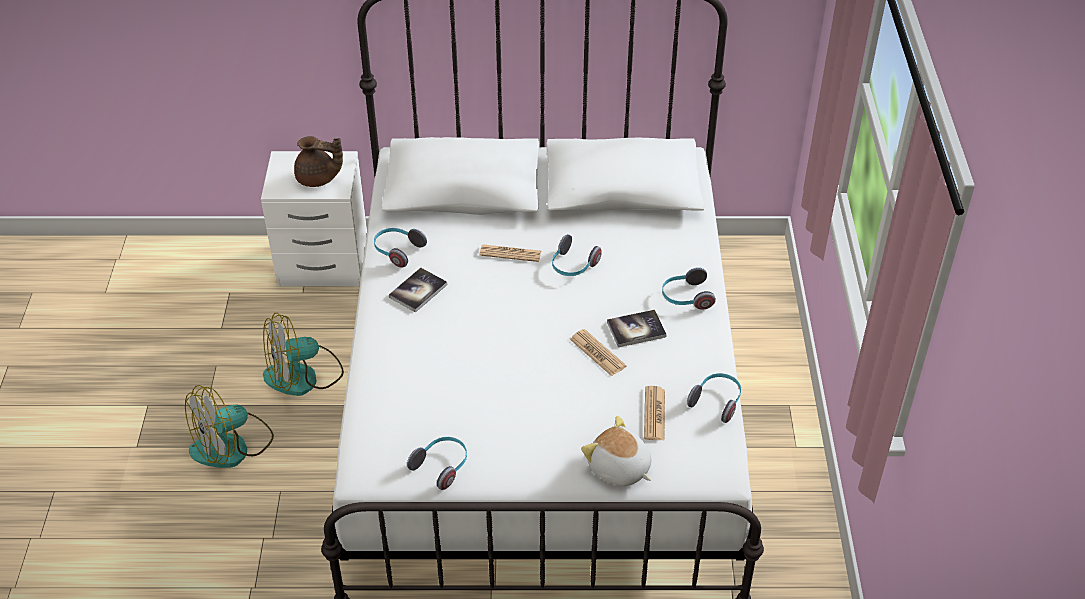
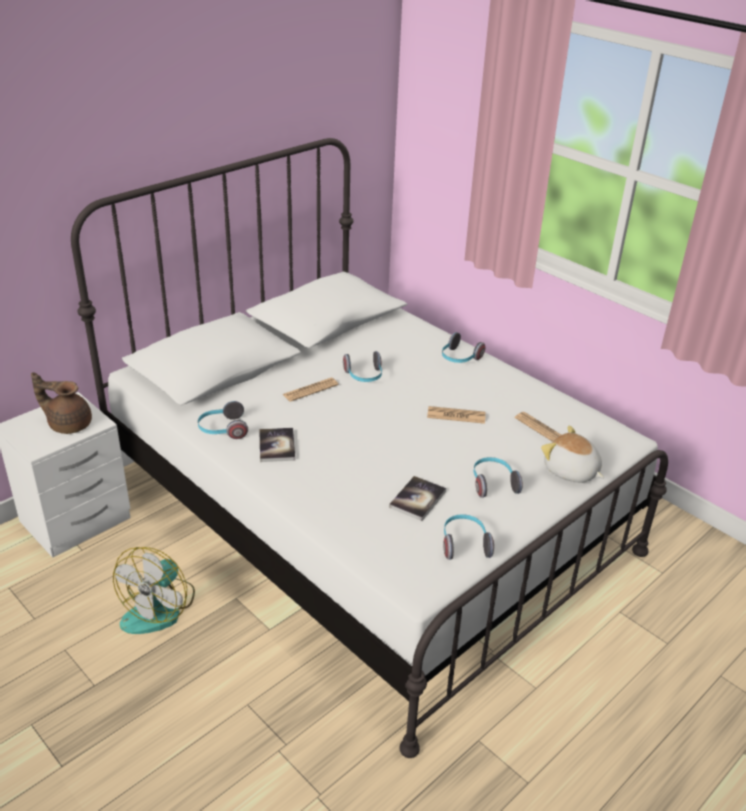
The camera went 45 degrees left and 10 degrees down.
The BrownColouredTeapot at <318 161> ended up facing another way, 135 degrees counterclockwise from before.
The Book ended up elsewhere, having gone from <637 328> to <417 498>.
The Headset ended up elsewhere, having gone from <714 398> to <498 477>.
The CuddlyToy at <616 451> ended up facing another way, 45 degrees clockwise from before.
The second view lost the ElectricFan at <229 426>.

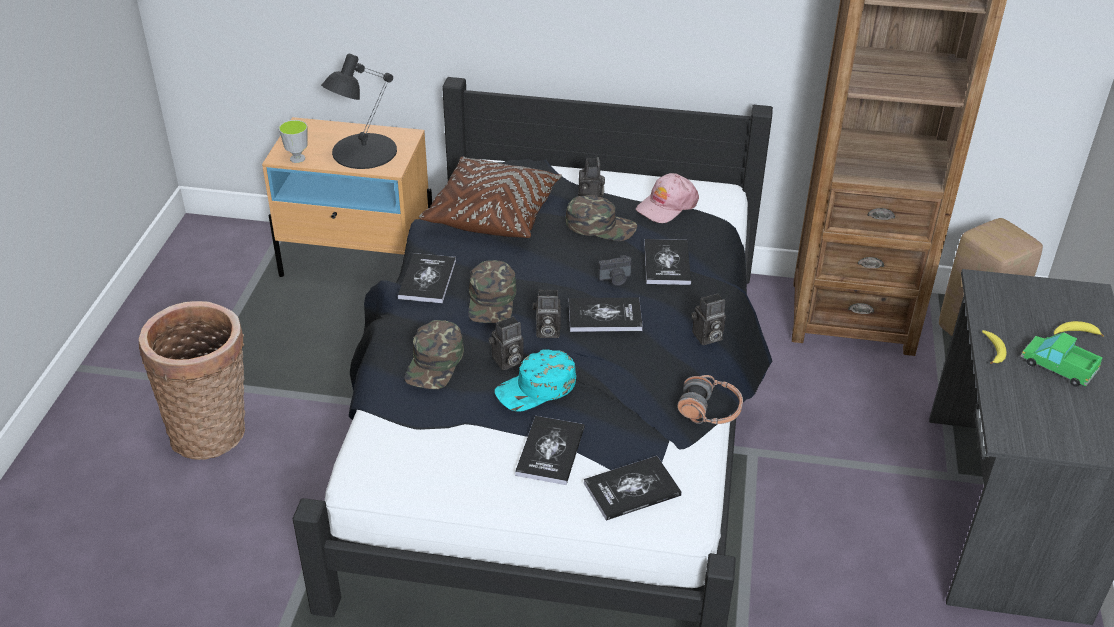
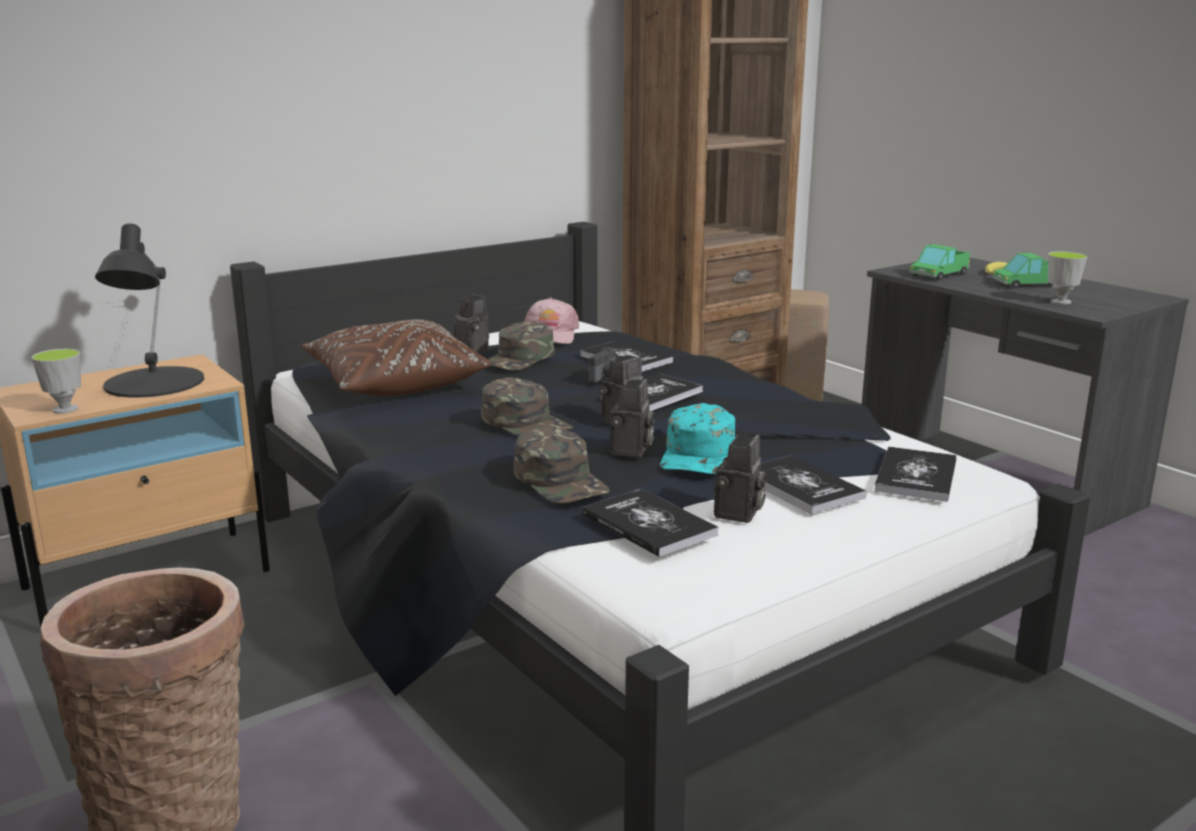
The camera went 45 degrees left and 20 degrees down.
The GreenishPeakedCap at <601 218> ended up facing another way, 150 degrees clockwise from before.
The Book ended up elsewhere, having gone from <427 278> to <650 523>.
The PhotoCamera ended up elsewhere, having gone from <708 319> to <740 479>.
The second view gained the ToyTruck at <939 262>.
The second view gained the SmallCup at <1067 278>.
The second view lost the Headset at <710 400>.
The second view lost the WholeBanana at <994 347>.

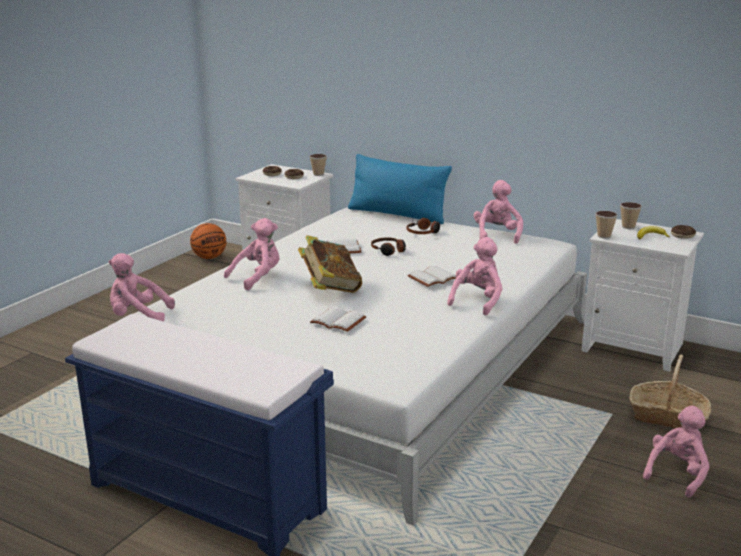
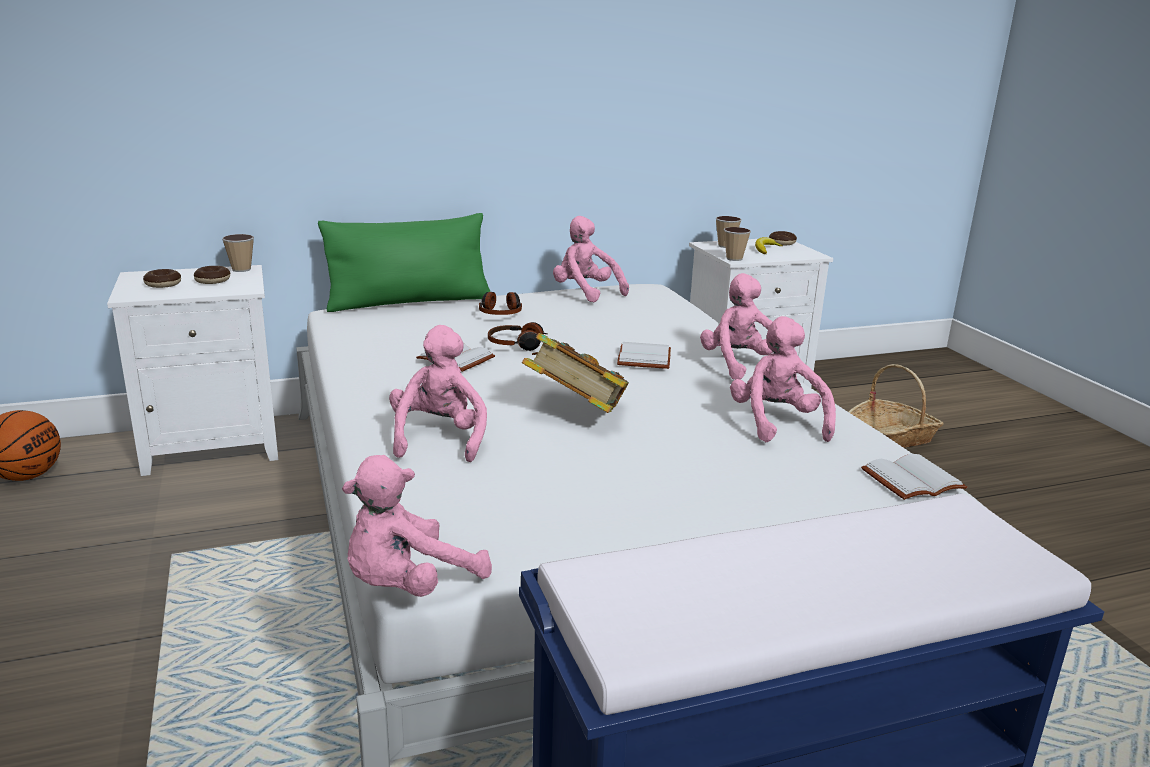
The camera went 50 degrees left and 0 degrees up.
What was the BluishCushion at <400 189> turned into the GreenishCushion at <404 262>.
The PinkCuddlyToy ended up elsewhere, having gone from <676 451> to <783 379>.
The WhitishBook ended up elsewhere, having gone from <338 319> to <914 477>.

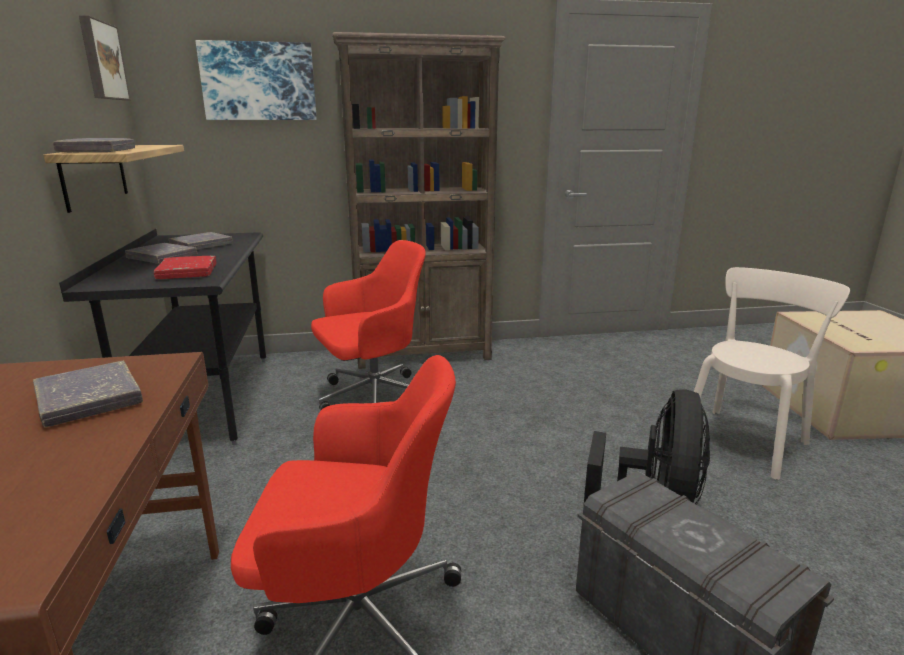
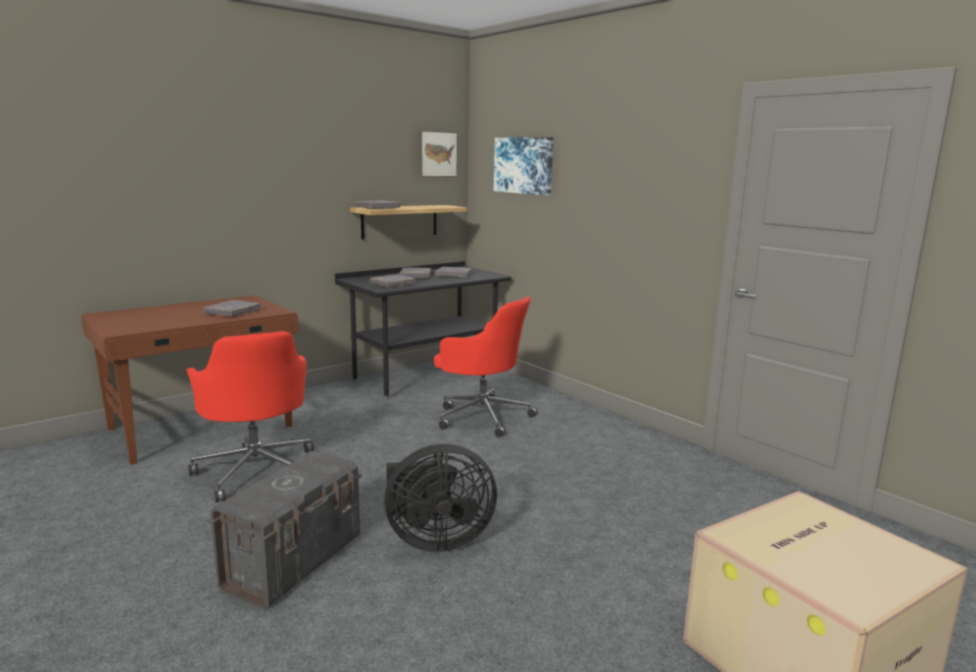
The camera went 60 degrees right and 5 degrees down.
What was the RedColouredBook at <185 267> turned into the GreyishBook at <392 280>.
The second view lost the BrownColouredShelvingUnit at <418 200>.
The second view lost the BeigeColouredChair at <772 373>.

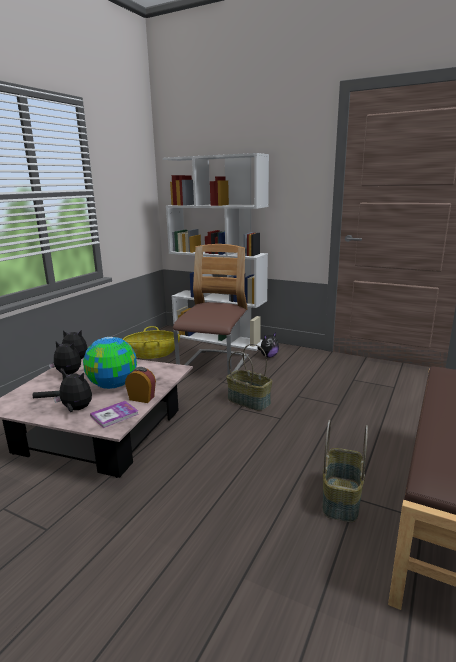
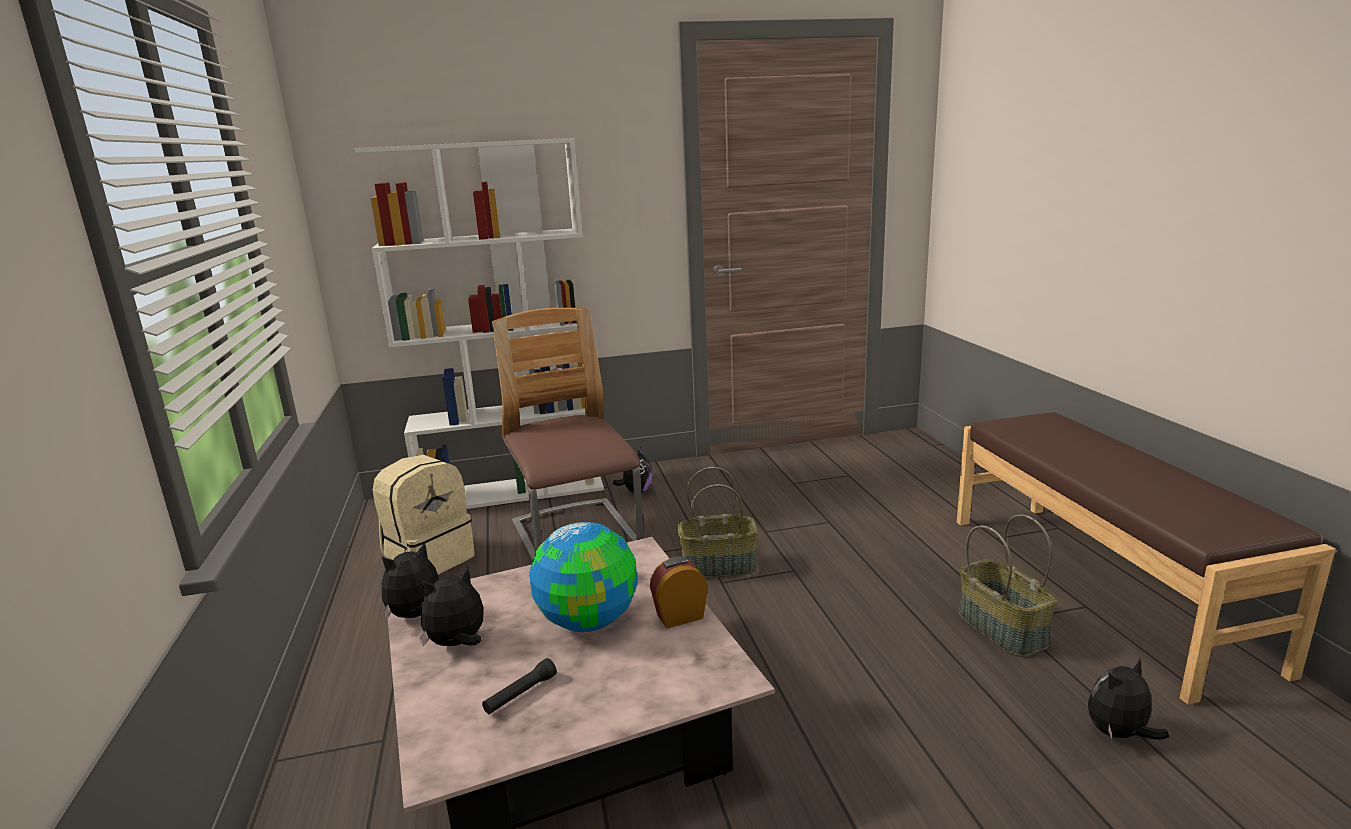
The camera went 40 degrees left and 0 degrees up.
Where the HouseholdBasket stood at <151 342>, the BeigeColouredBackpack came to stand at <424 515>.
The CuddlyToy ended up elsewhere, having gone from <73 391> to <1128 699>.
The second view lost the Book at <114 414>.

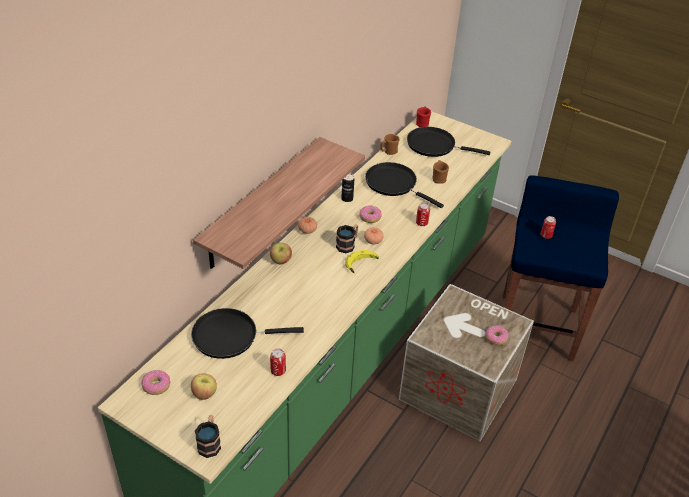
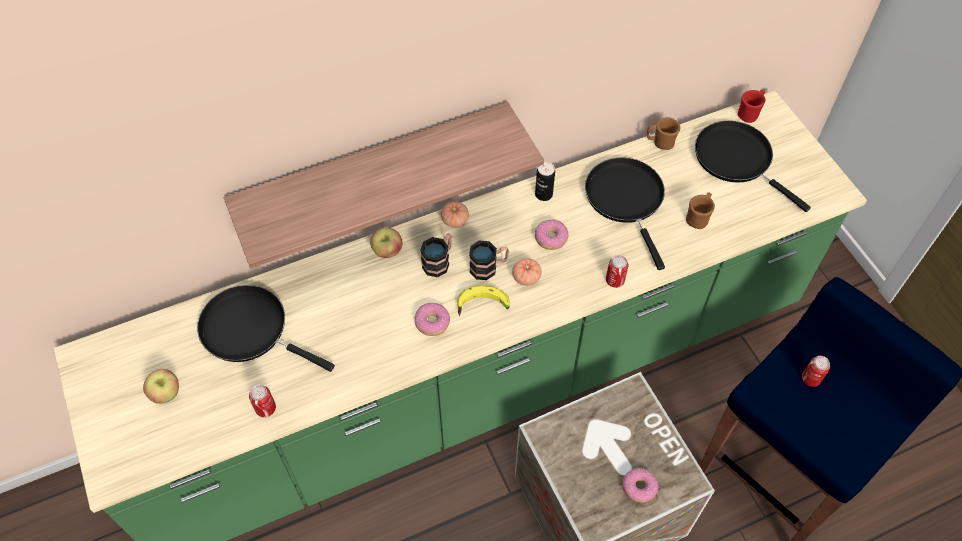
The camera went 35 degrees right and 15 degrees up.
The Doughnut ended up elsewhere, having gone from <155 382> to <432 319>.
The CoffeeMug ended up elsewhere, having gone from <208 436> to <436 255>.

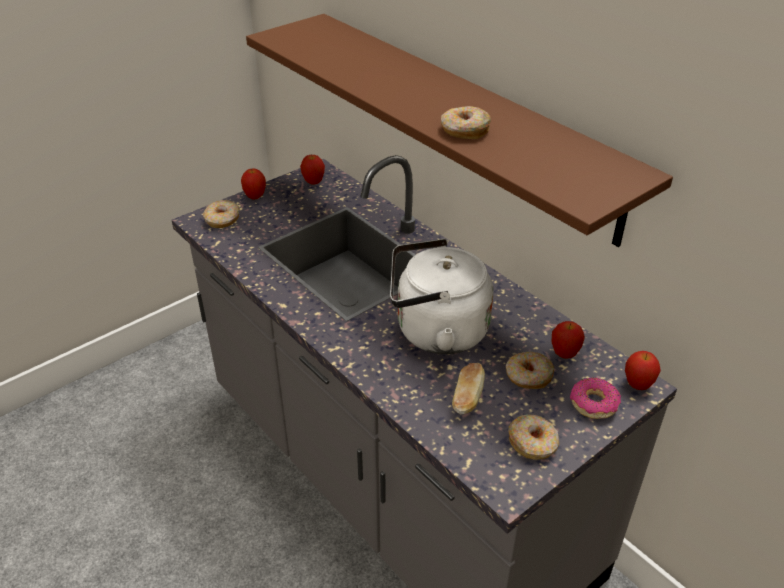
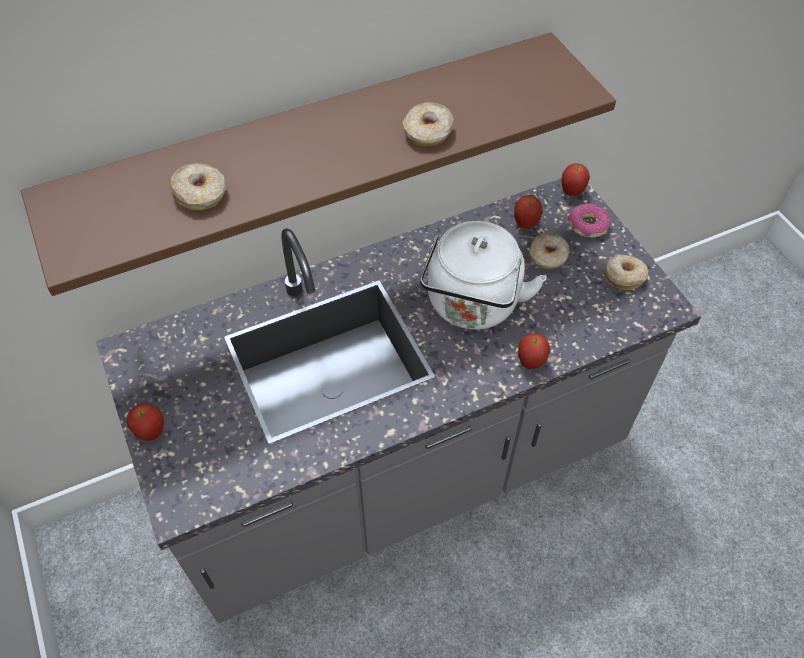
The camera went 75 degrees left and 15 degrees up.
The Doughnut ended up elsewhere, having gone from <221 214> to <197 186>.
The WholeApple ended up elsewhere, having gone from <312 170> to <534 351>.
The second view lost the BakedBread at <468 388>.

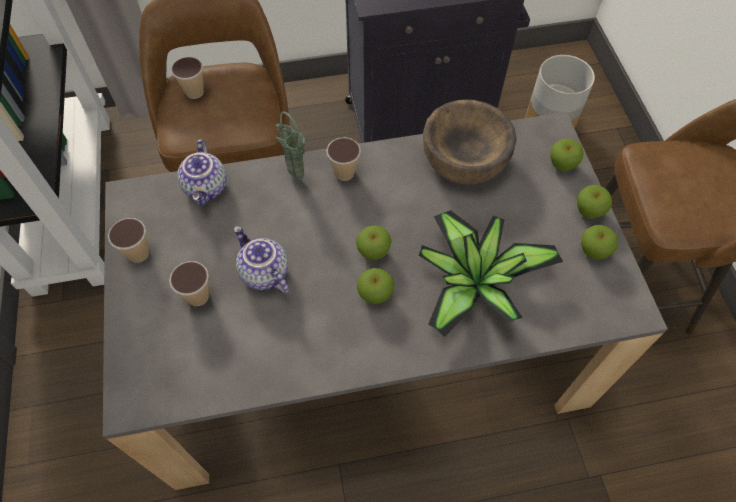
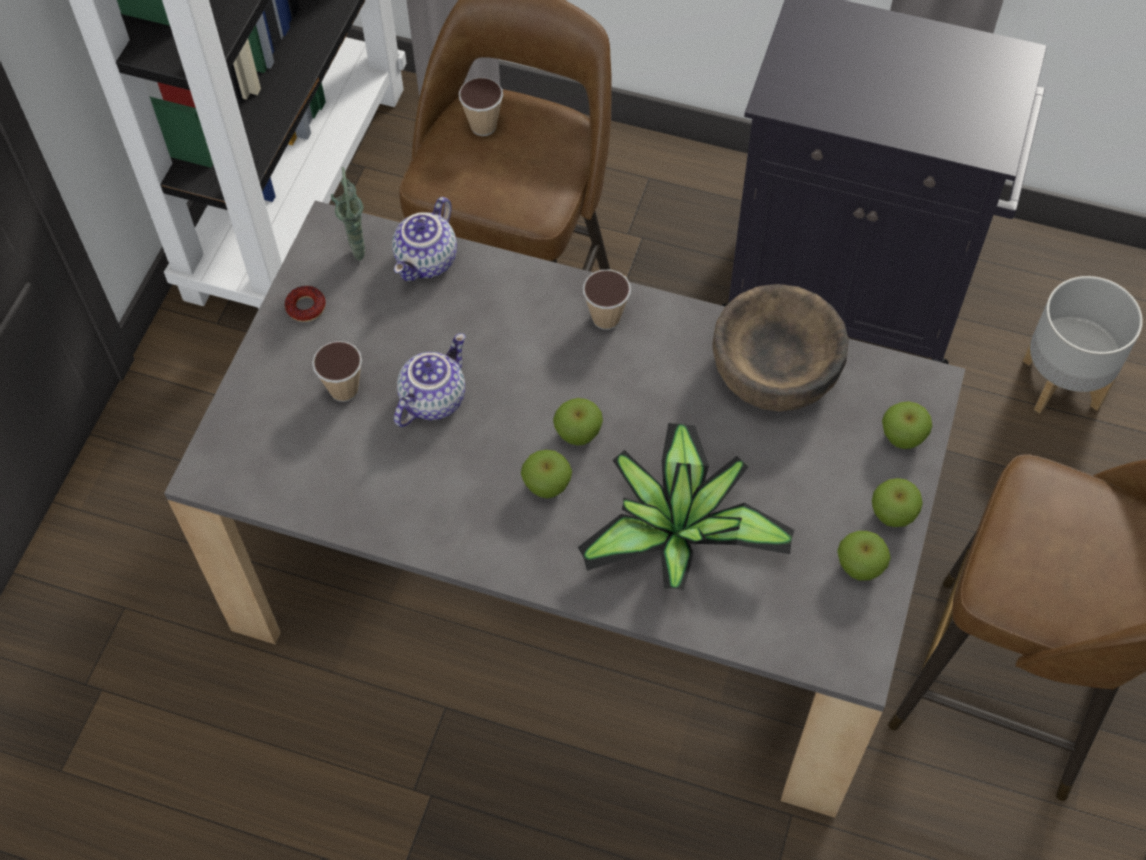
The camera went 30 degrees right and 0 degrees up.
Where the SmallCup stood at <128 240>, the Doughnut came to stand at <305 304>.
The GreenishDecorativeVase ended up elsewhere, having gone from <291 146> to <348 214>.
The Teapot at <261 260> ended up facing another way, 45 degrees clockwise from before.

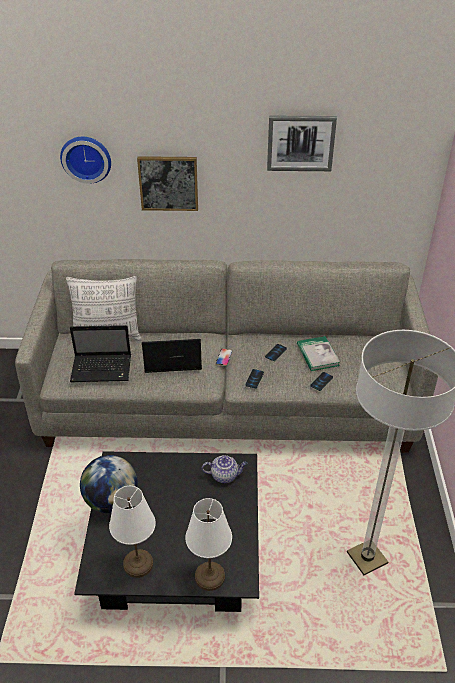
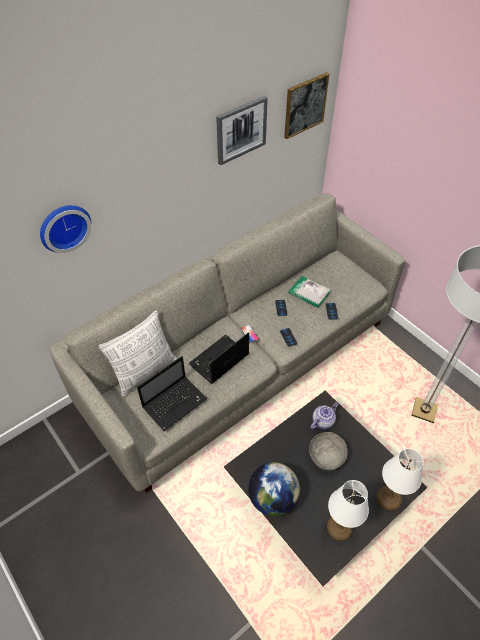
The camera went 40 degrees left and 10 degrees up.
The WallArt ended up elsewhere, having gone from <167 183> to <306 105>.
The second view gained the GreyishBowl at <328 451>.

